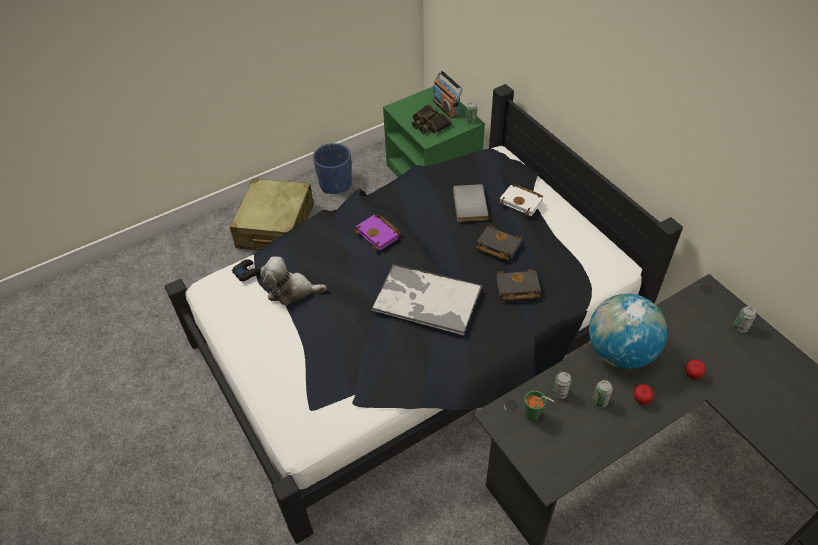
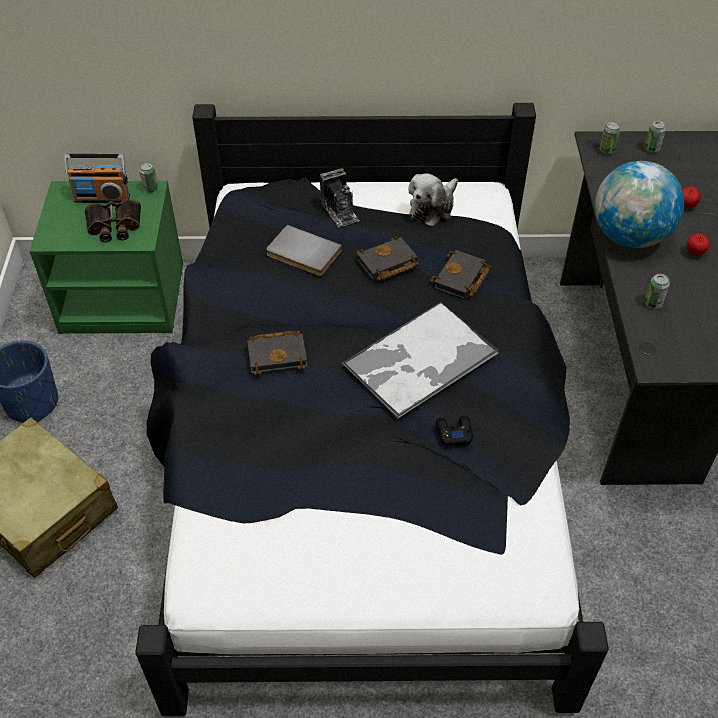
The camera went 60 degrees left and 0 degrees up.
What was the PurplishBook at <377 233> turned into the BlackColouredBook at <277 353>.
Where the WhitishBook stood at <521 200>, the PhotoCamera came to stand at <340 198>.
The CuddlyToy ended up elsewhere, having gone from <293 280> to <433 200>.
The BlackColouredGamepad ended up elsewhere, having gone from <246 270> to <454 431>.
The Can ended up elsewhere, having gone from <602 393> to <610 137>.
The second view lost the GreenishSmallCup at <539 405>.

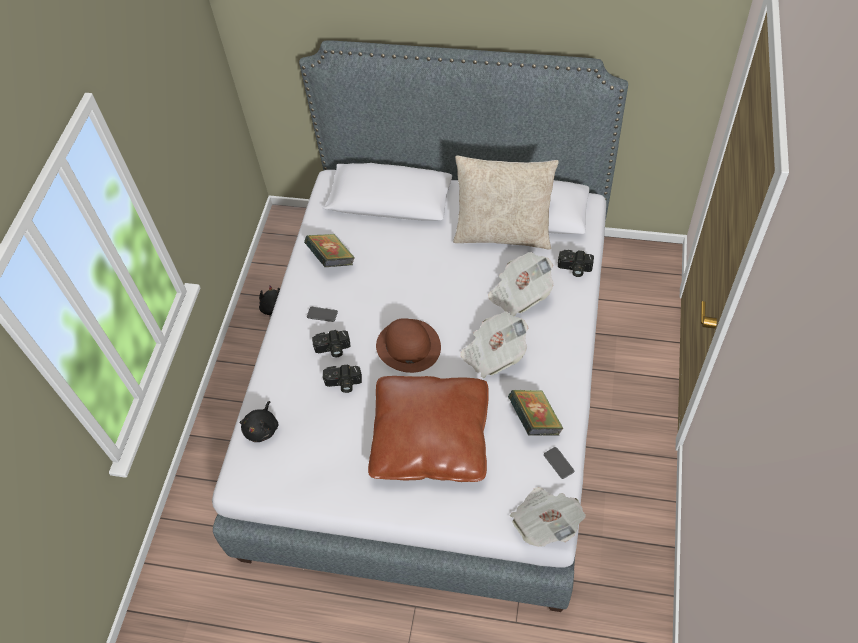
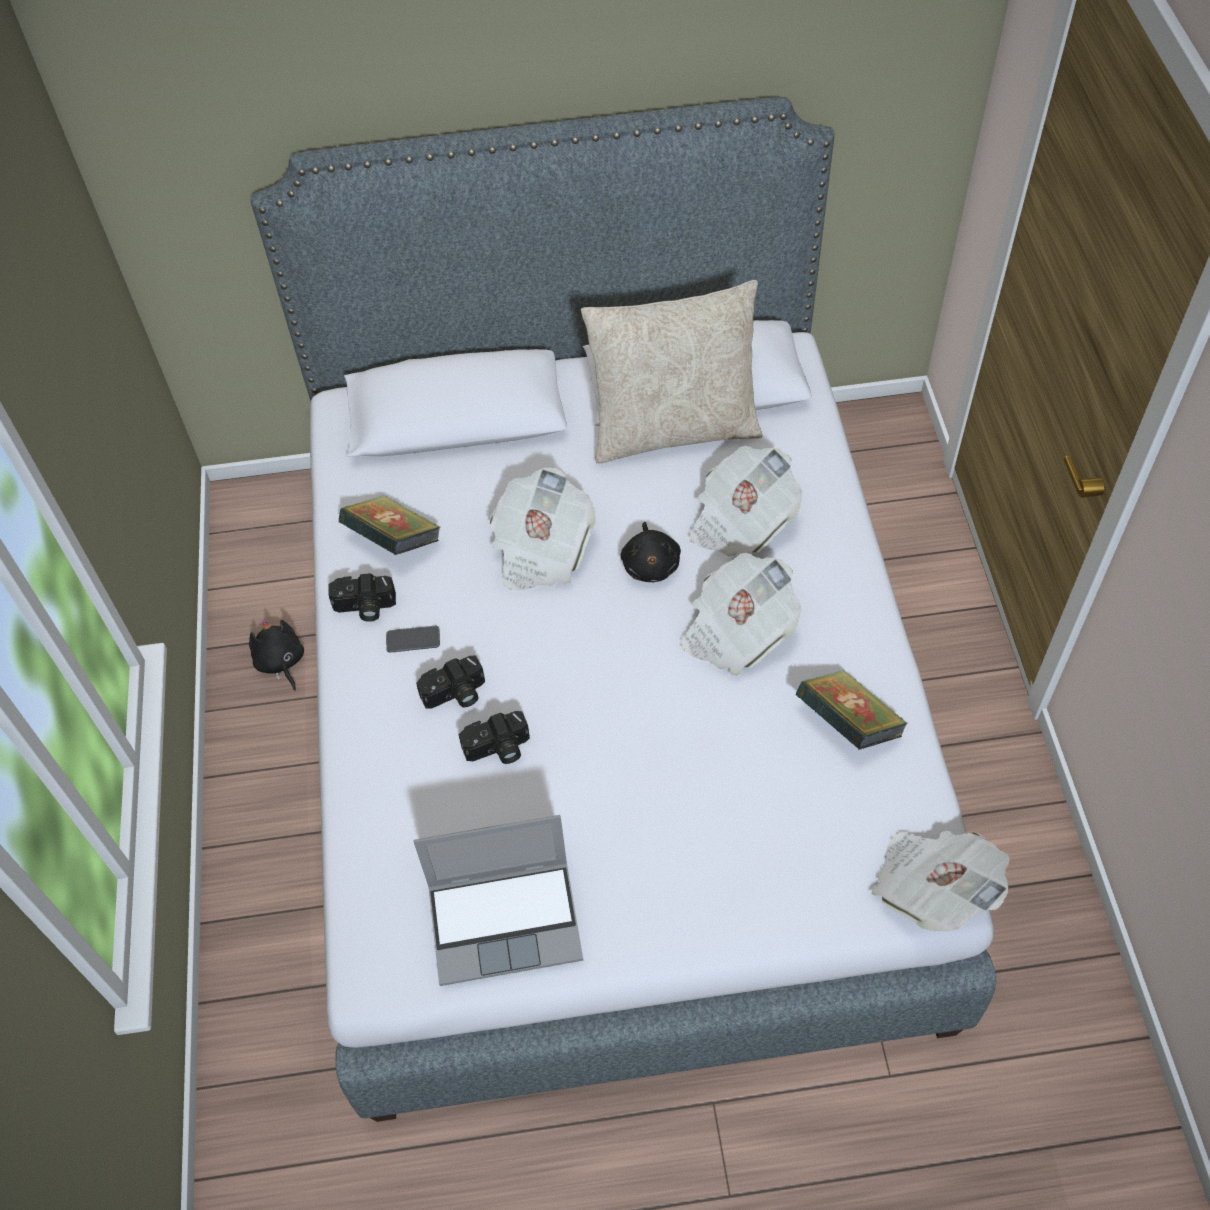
The camera went 20 degrees left and 0 degrees up.
The PhotoCamera ended up elsewhere, having gone from <576 263> to <362 597>.
The second view gained the NotebookComputer at <498 900>.
The second view gained the Newspaper at <543 528>.
The BlackColouredCuddlyToy ended up elsewhere, having gone from <259 421> to <650 552>.
The second view lost the BrownColouredCushion at <428 429>.
The second view lost the BrownColouredHat at <408 345>.
The second view lost the Handset at <559 463>.

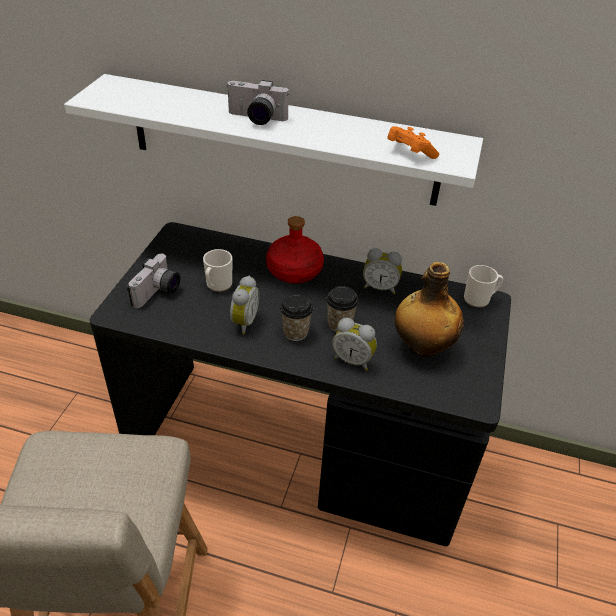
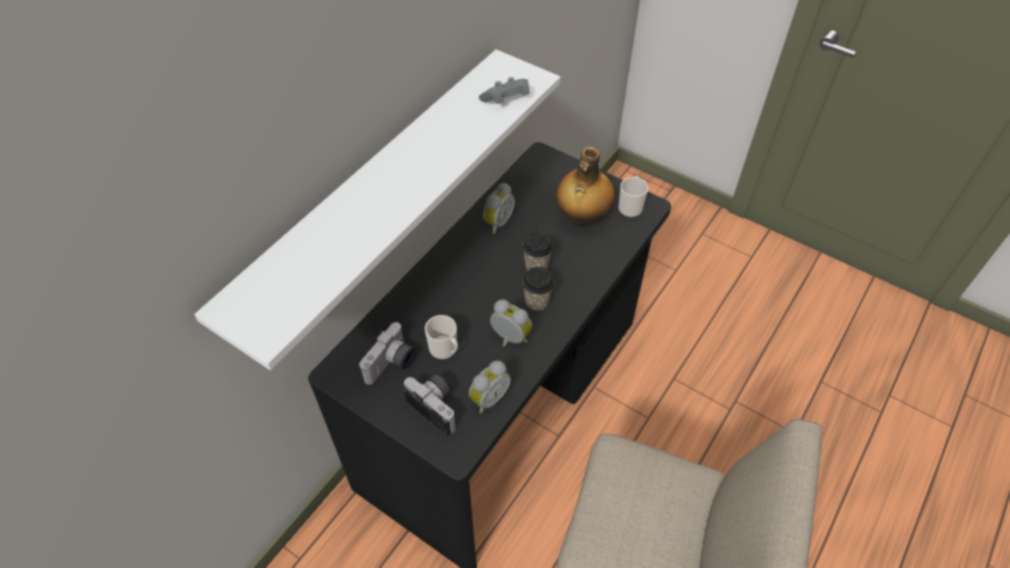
The camera went 70 degrees left and 10 degrees up.
The PhotoCamera ended up elsewhere, having gone from <258 102> to <387 353>.
The TableClock ended up elsewhere, having gone from <354 344> to <490 387>.
What was the OrangeColouredGamepad at <413 142> turned into the GreyishGamepad at <504 90>.
The CoffeeMug ended up elsewhere, having gone from <483 286> to <633 196>.
The second view lost the RedColouredDrinkBottle at <295 249>.

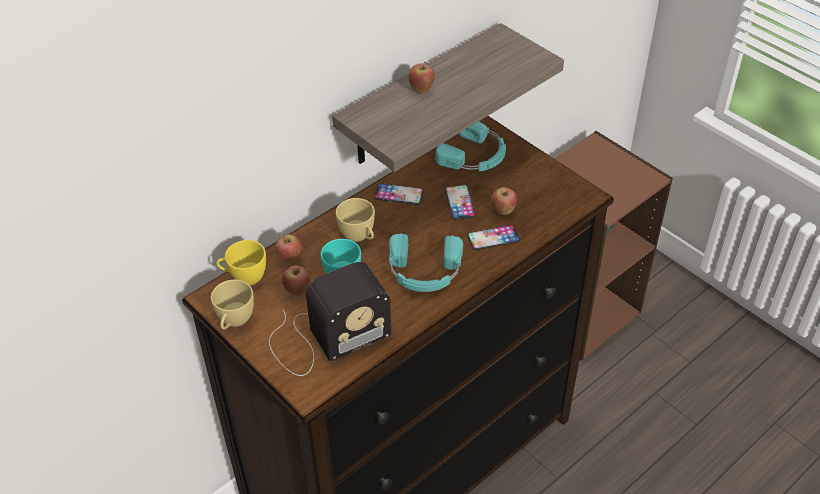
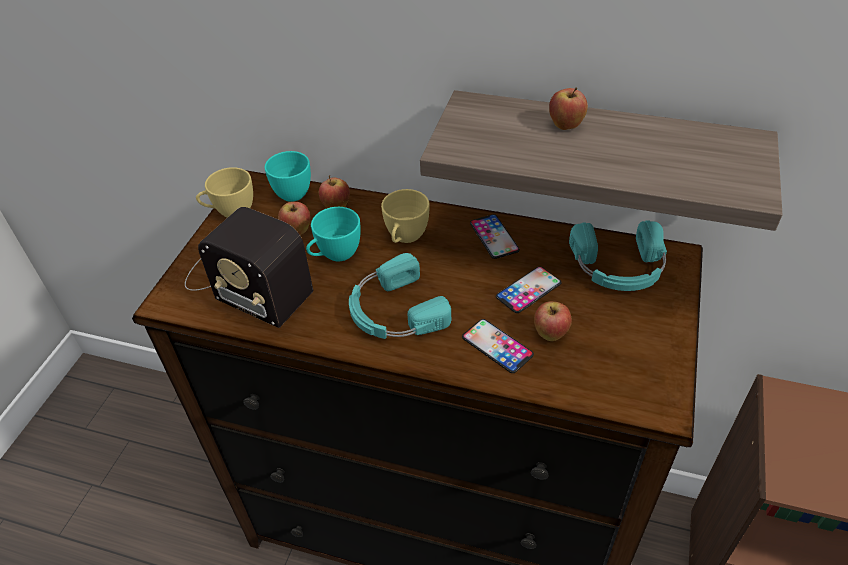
The camera went 60 degrees right and 0 degrees up.
What was the YellowishSmallCup at <241 262> turned into the TurquoiseColouredSmallCup at <288 176>.

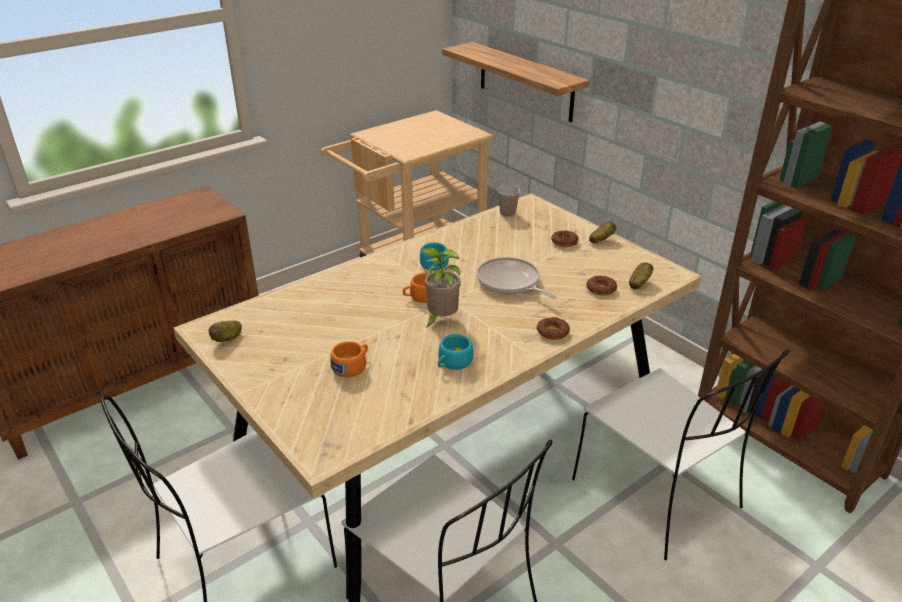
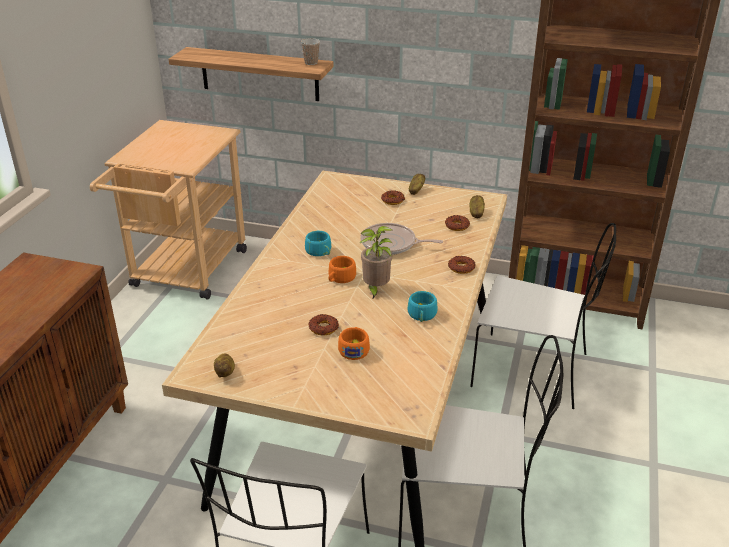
The camera went 35 degrees left and 0 degrees up.
The SmallCup ended up elsewhere, having gone from <509 201> to <310 51>.
The second view gained the Doughnut at <324 325>.

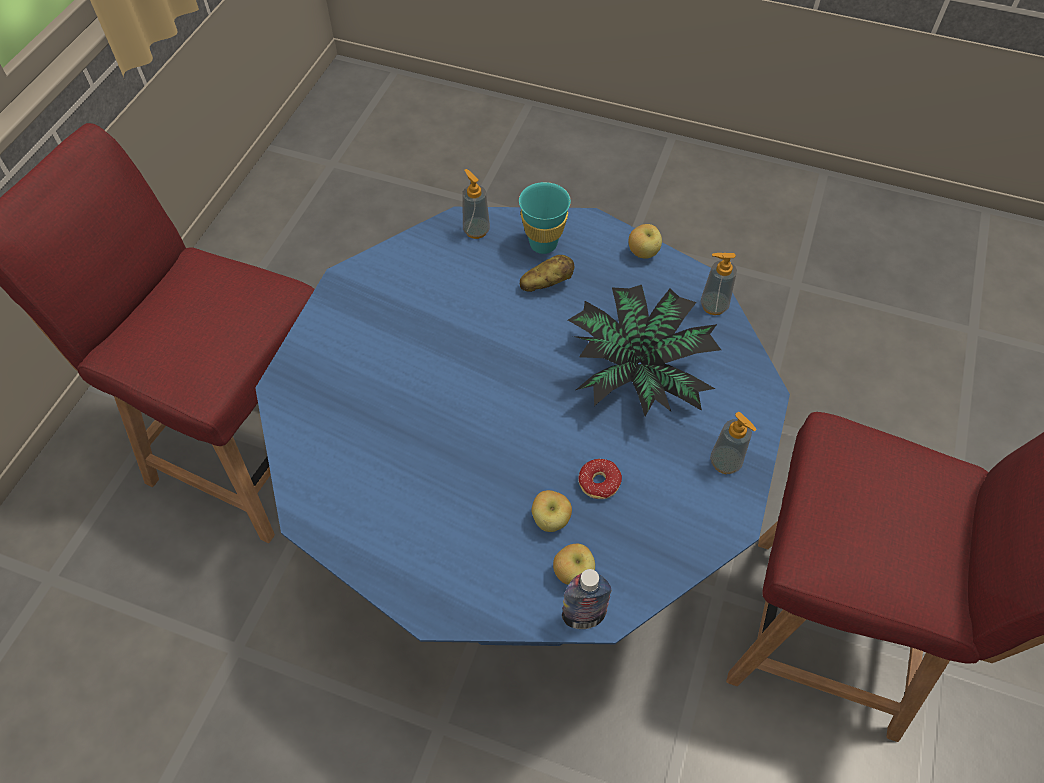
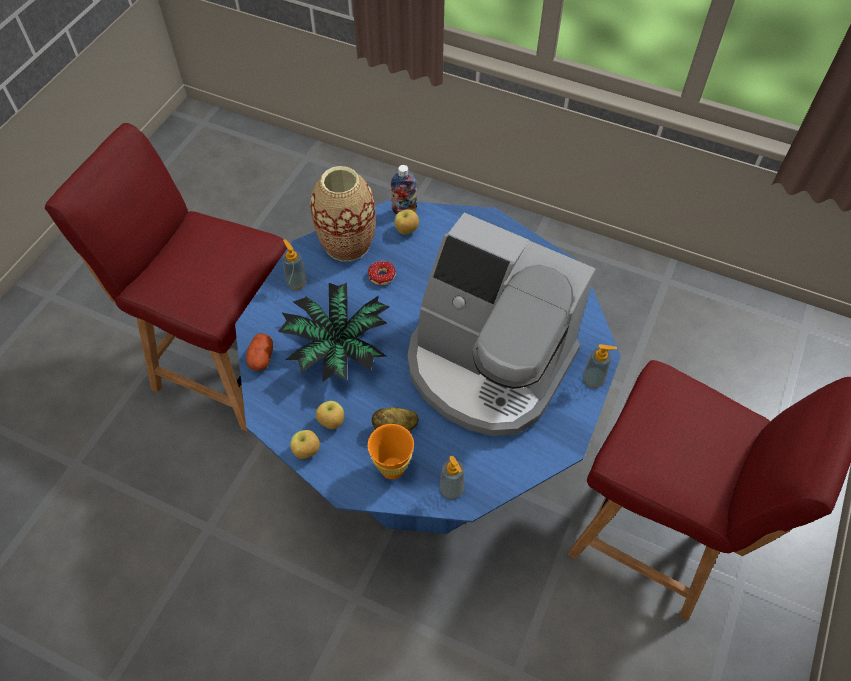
The camera went 175 degrees left and 0 degrees up.
The second view gained the Potato at <259 352>.
The second view gained the DecorativeVase at <343 213>.
The WholeApple ended up elsewhere, having gone from <552 511> to <330 415>.
What was the TurquoiseColouredSmallCup at <545 218> turned into the OrangeColouredSmallCup at <391 451>.
The second view gained the CoffeeMaker at <502 324>.
The SoapDispenser ended up elsewhere, having gone from <718 284> to <600 365>.

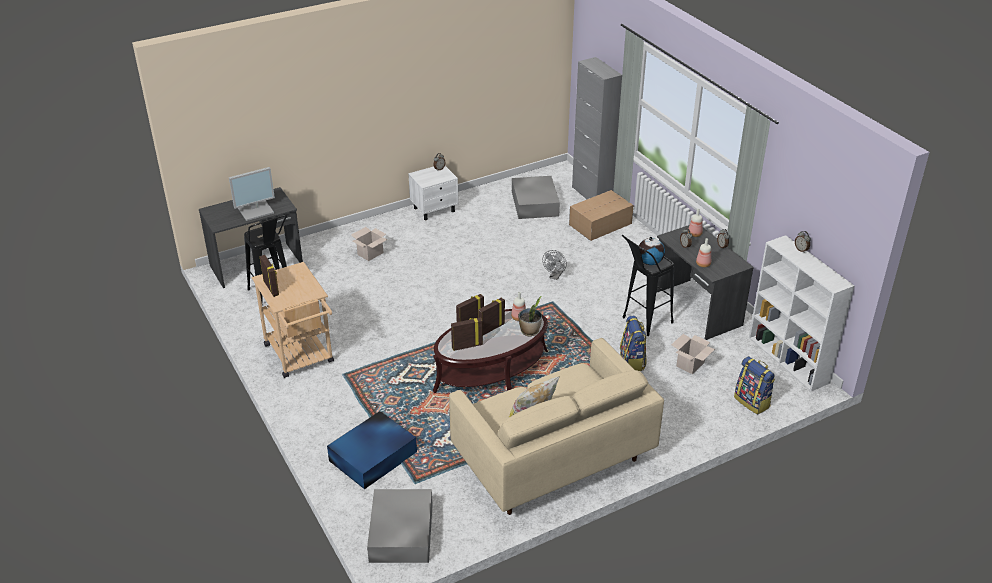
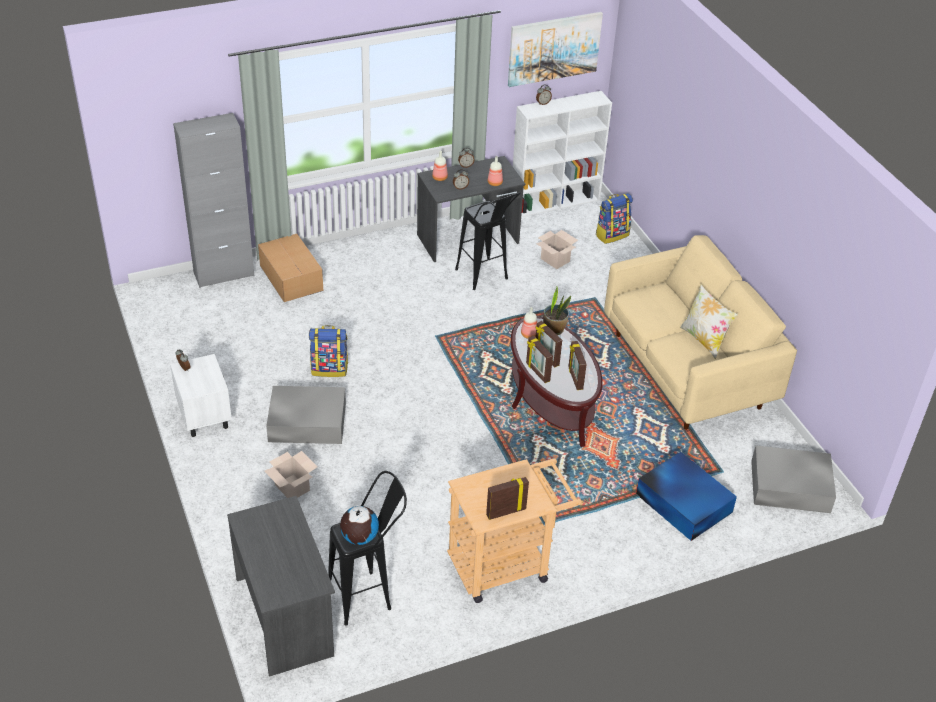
The camera went 85 degrees left and 5 degrees up.
The GreyishStorageBox ended up elsewhere, having gone from <536 197> to <306 415>.
The Backpack ended up elsewhere, having gone from <633 343> to <328 351>.
The WorldGlobe ended up elsewhere, having gone from <652 251> to <359 525>.
The second view gained the WallArt at <555 49>.
The second view lost the ComputerDisplay at <252 194>.
The second view lost the GreyishElectricFan at <554 265>.

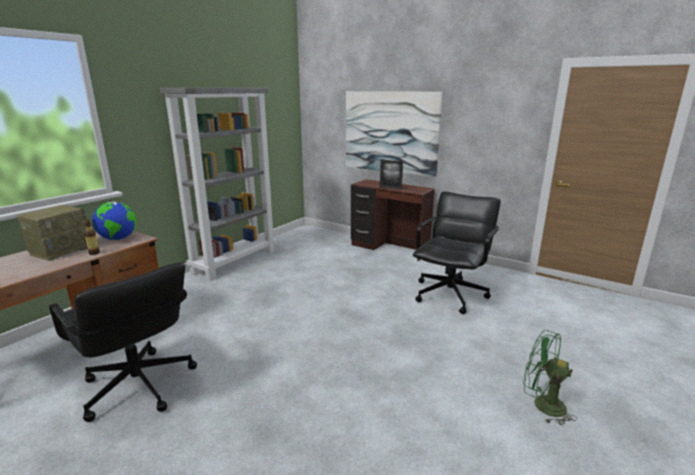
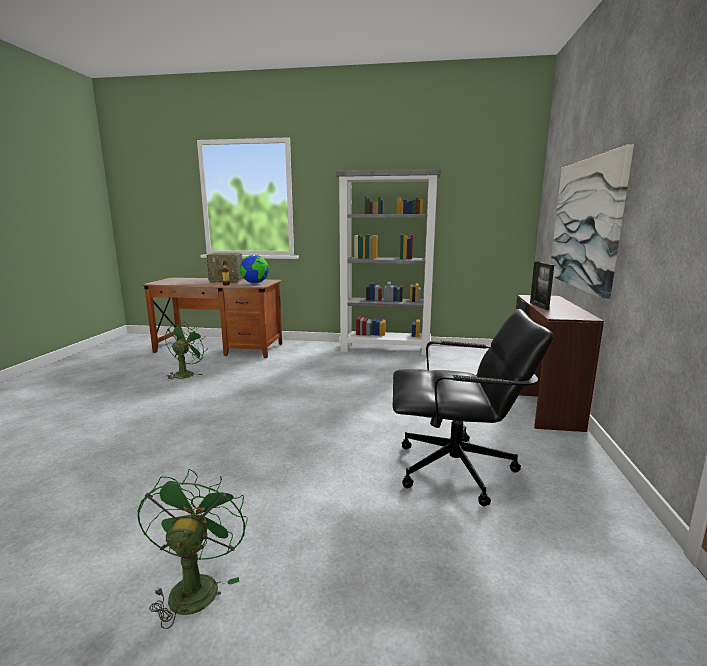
The camera went 65 degrees right and 5 degrees down.
Where the BlackColouredDeskChair stood at <123 342>, the GreenishElectricFan came to stand at <185 351>.

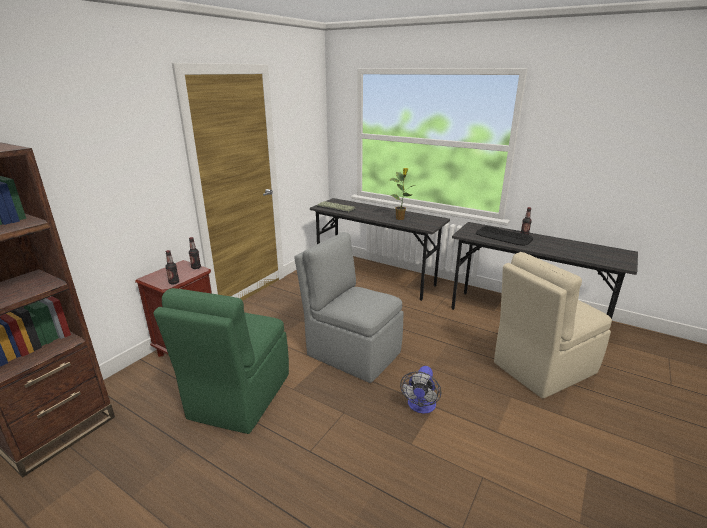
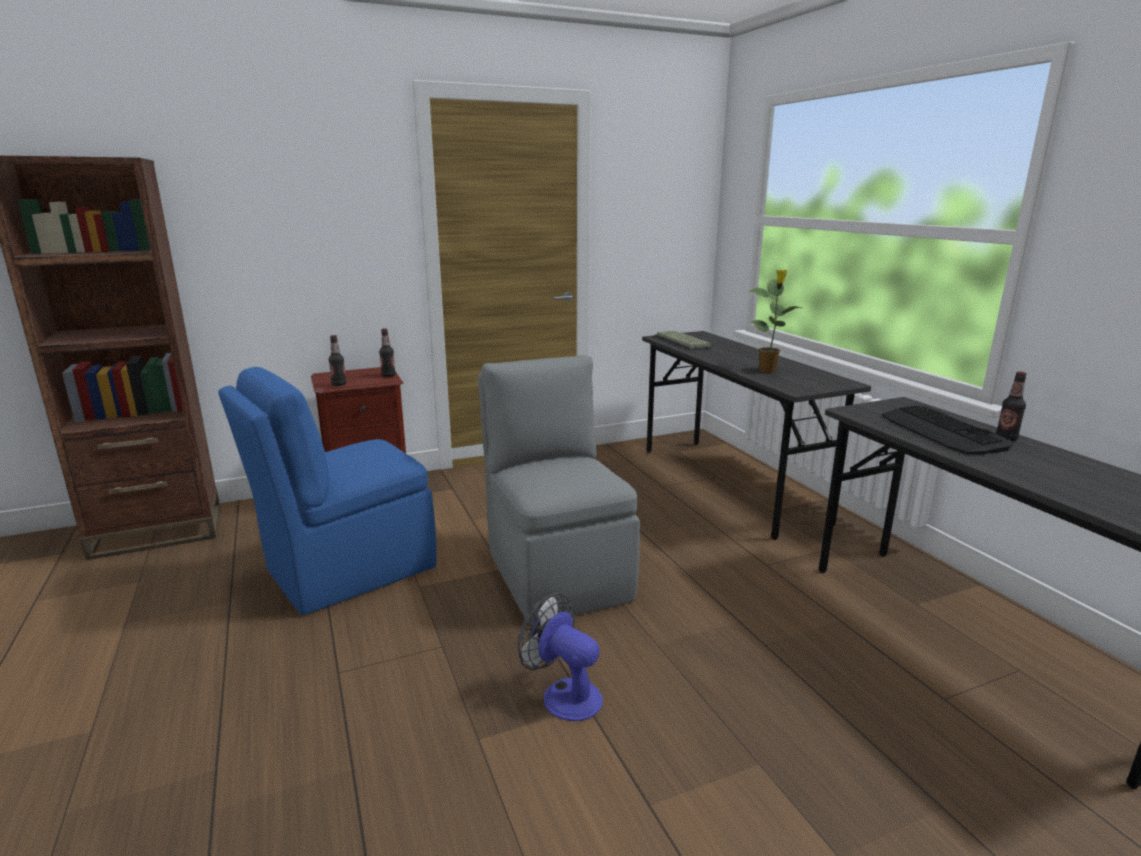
The camera went 35 degrees right and 5 degrees down.
What was the GreenishChair at <221 361> turned into the BluishChair at <327 491>.
The ElectricFan at <420 390> ended up facing another way, 75 degrees clockwise from before.
The second view lost the BeigeColouredChair at <553 325>.

